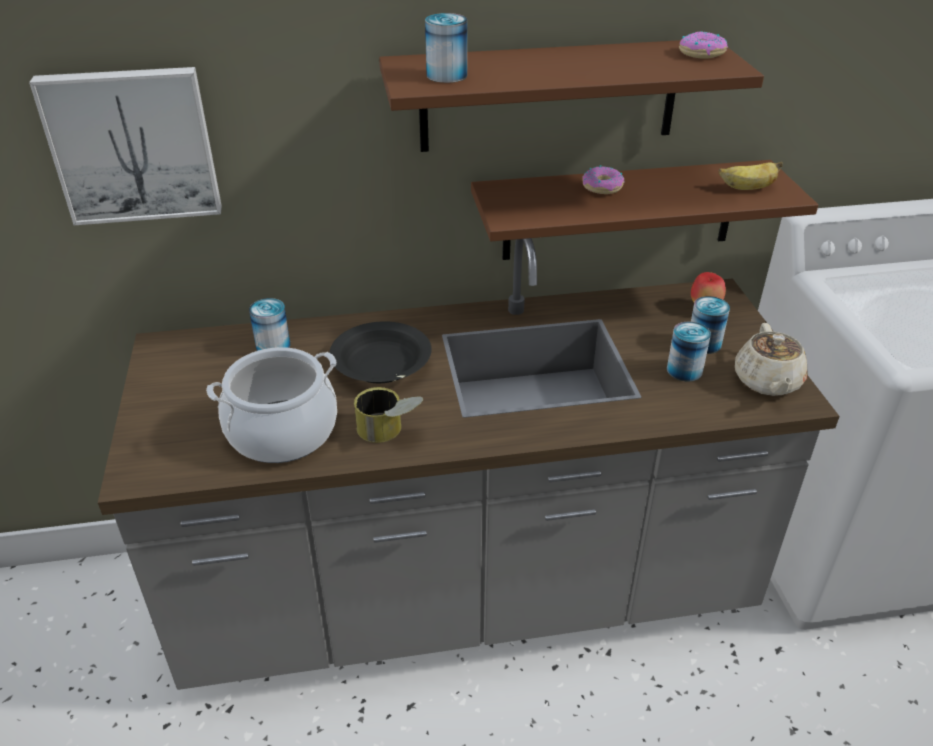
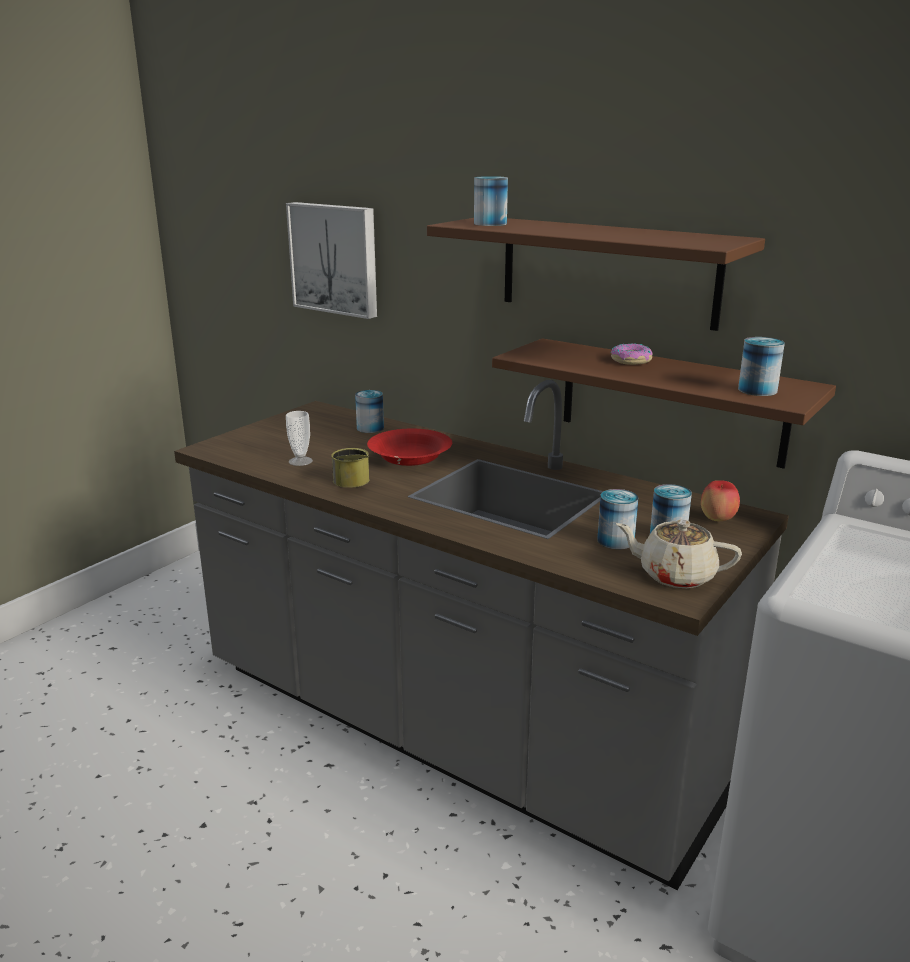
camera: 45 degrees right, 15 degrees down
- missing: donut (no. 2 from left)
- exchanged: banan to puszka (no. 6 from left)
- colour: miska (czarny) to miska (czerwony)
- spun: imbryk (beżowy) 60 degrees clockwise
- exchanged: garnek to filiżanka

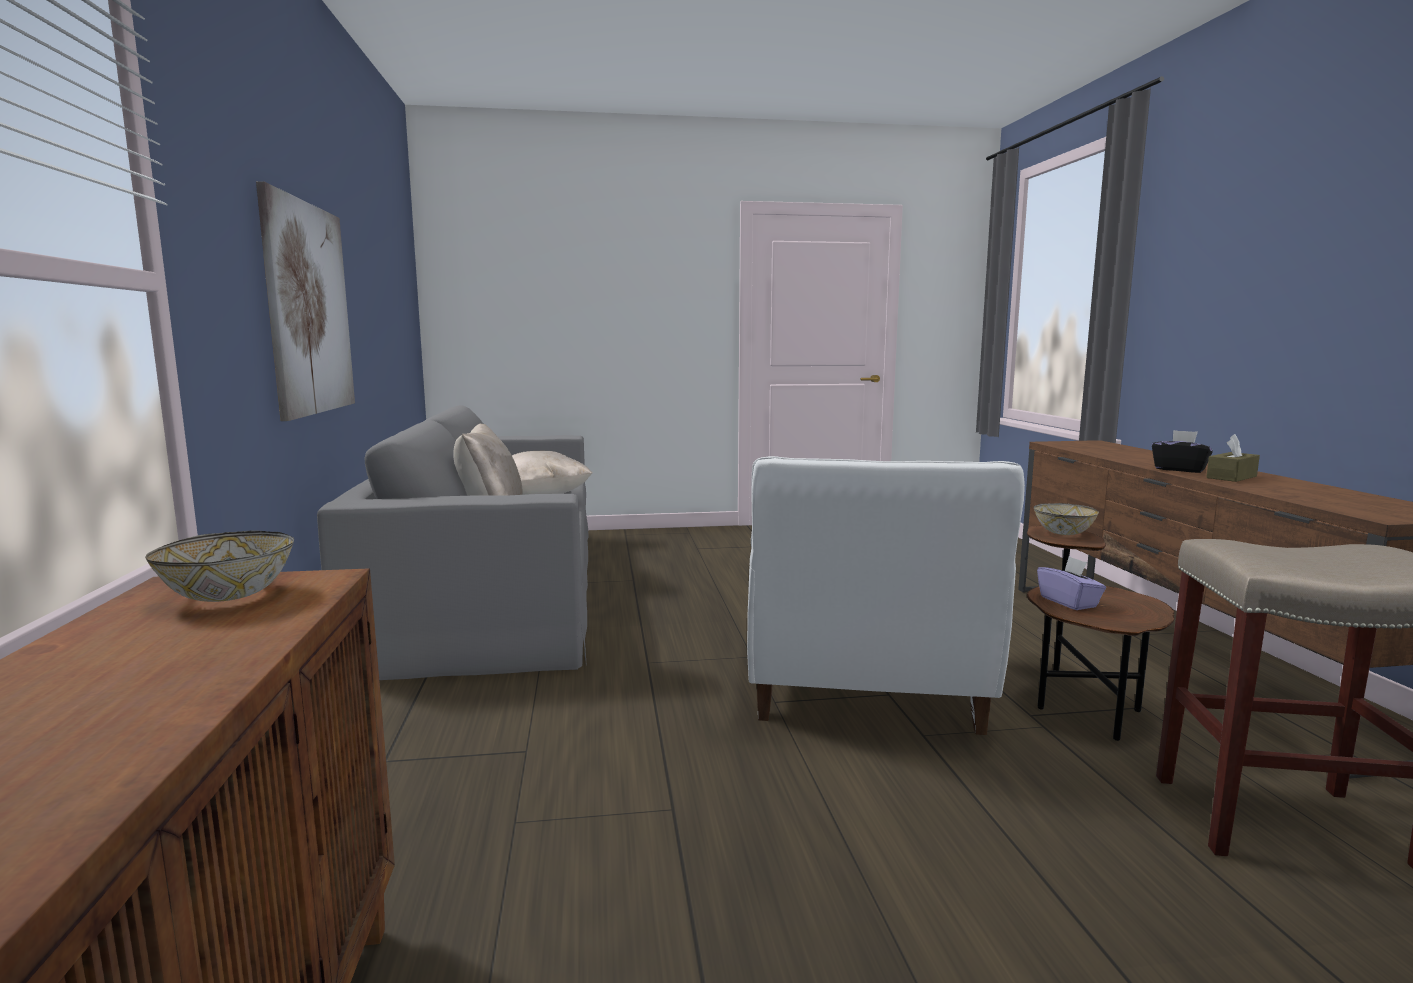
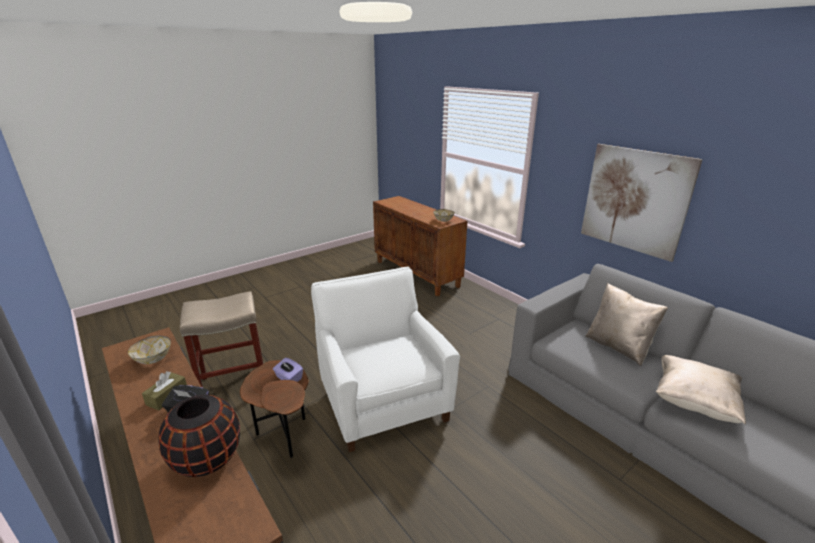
camera: 150 degrees right, 15 degrees up
- relocated: miska (no. 2 from left in the first image) to miska (no. 1 from left)
- appeared: wazon (czarny)

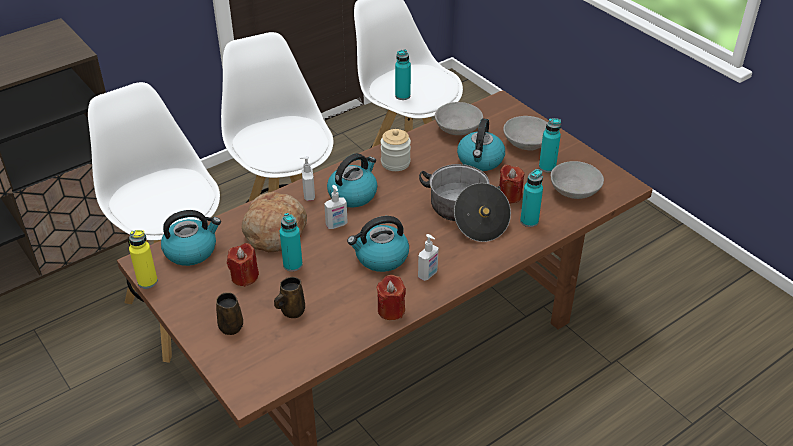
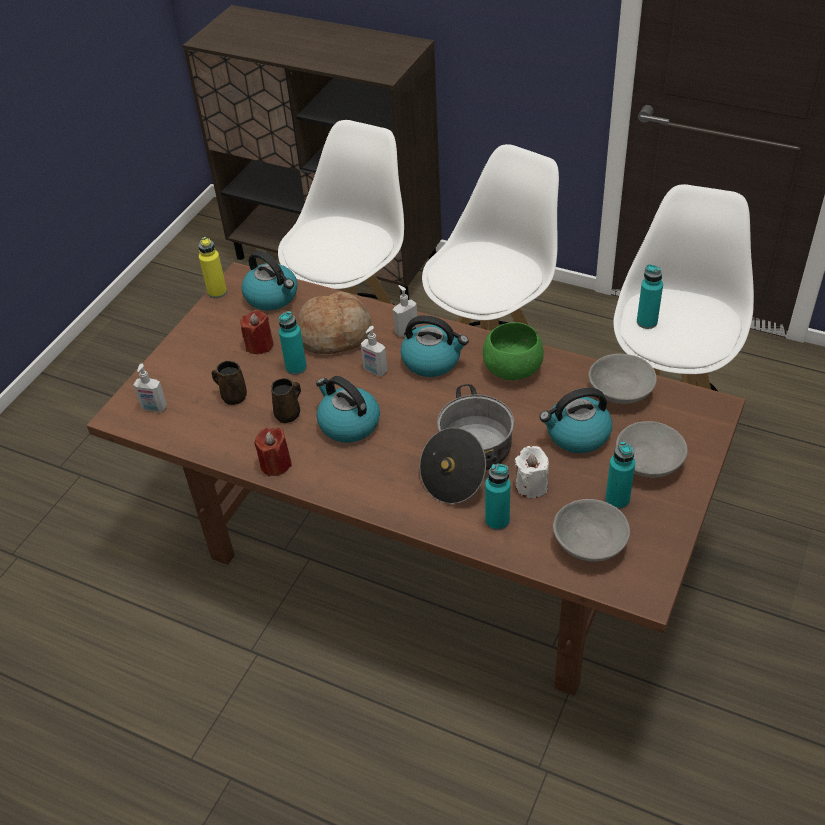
camera: 65 degrees right, 5 degrees up
- exchanged: słoik to miska (zielony)
- colour: świeca (czerwony) (no. 3 from left) to świeca (biały)
- relocated: dozownik mydła (no. 3 from left in the first image) to dozownik mydła (no. 1 from left)
- relocated: kubek (brązowy) (no. 1 from left in the first image) to kubek (brązowy) (no. 2 from left)

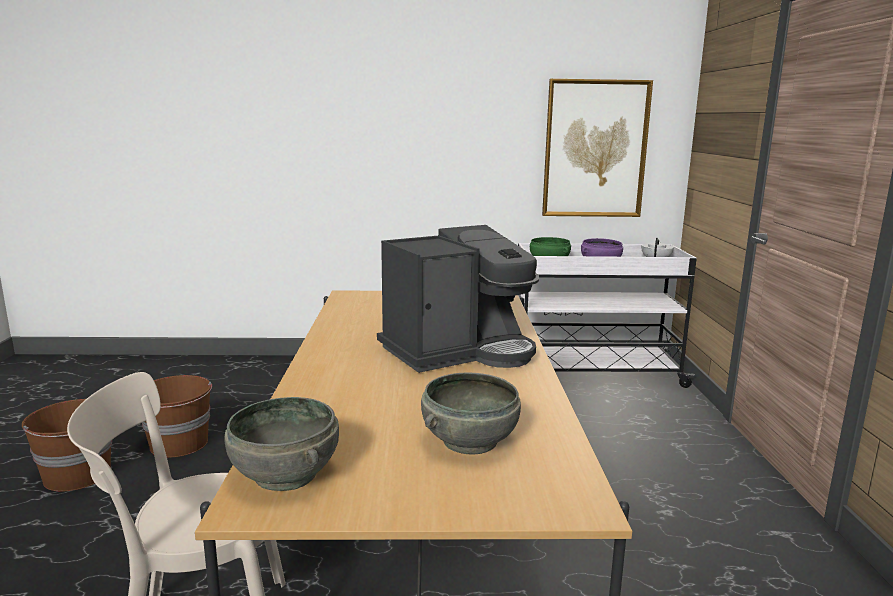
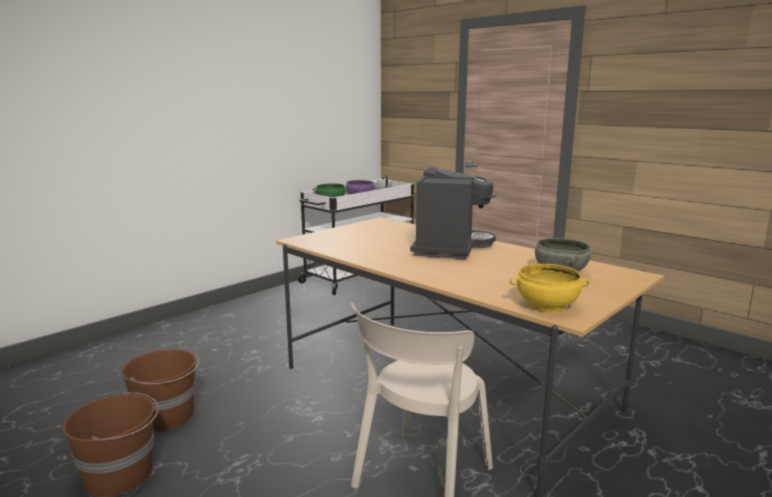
camera: 45 degrees left, 0 degrees up
- missing: obraz
- colour: miska (szary) (no. 1 from left) to miska (żółty)

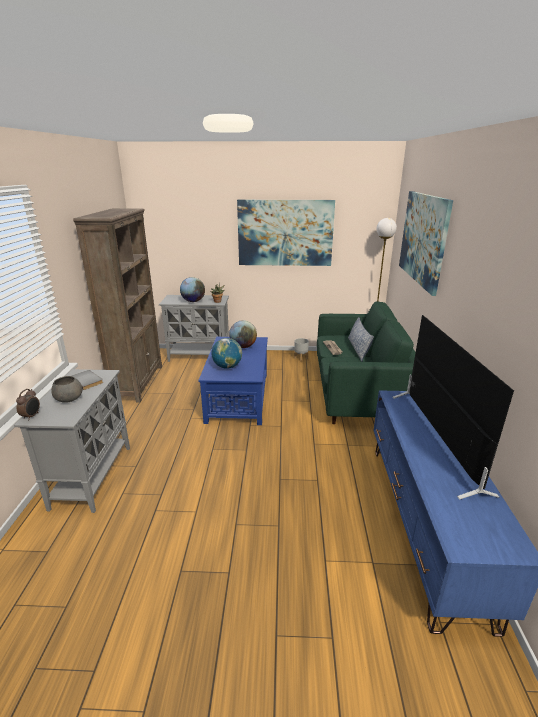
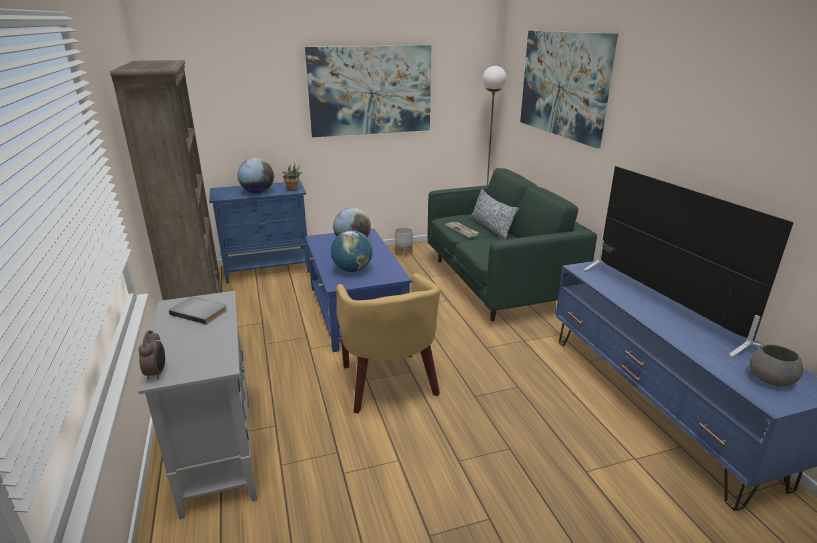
camera: 20 degrees left, 0 degrees up
- colour: szafka (szary) (no. 2 from left) to szafka (niebieski)
- relocated: miska (szary)
- appeared: fotel (żółty)

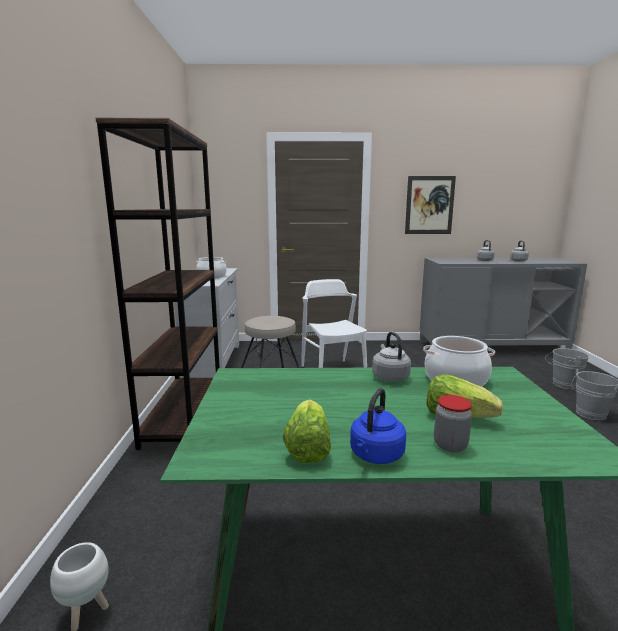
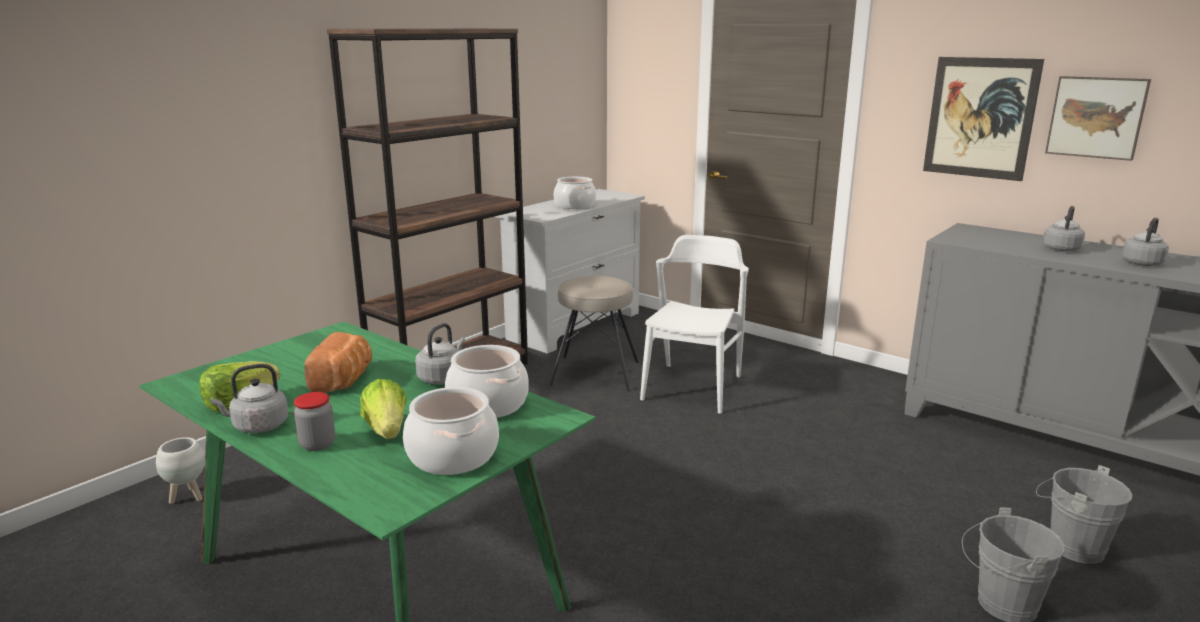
camera: 40 degrees right, 5 degrees up
- colour: czajnik (niebieski) to czajnik (szary) (no. 1 from left)
- appeared: obraz (no. 2 from left)
- appeared: chleb
- appeared: garnek (no. 1 from left)

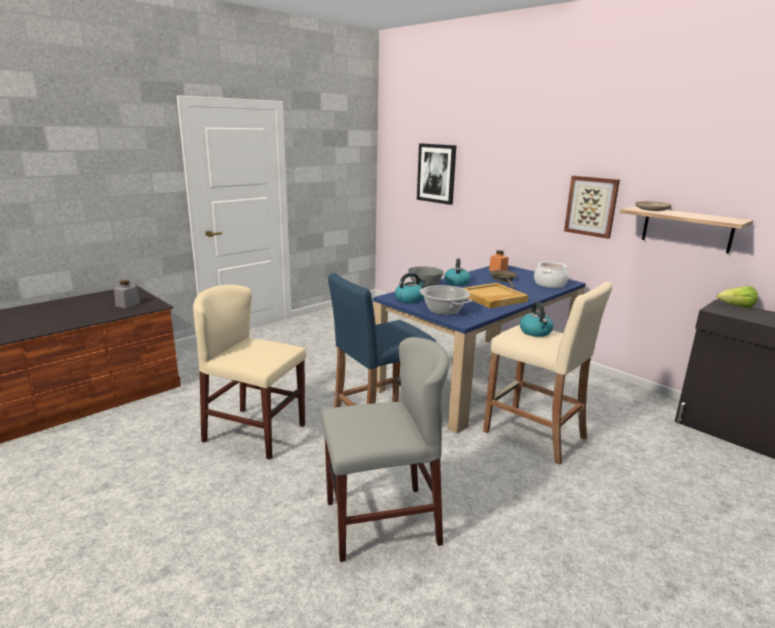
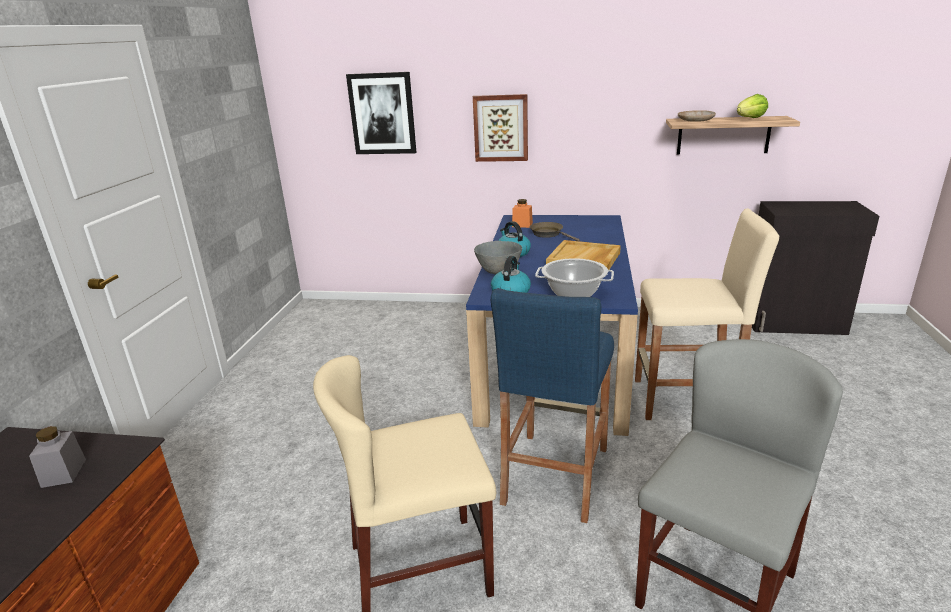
camera: 35 degrees left, 5 degrees up
- relocated: obraz (no. 2 from left)
- missing: garnek (no. 2 from left)
- relocated: sałata
- missing: czajnik (no. 3 from left)

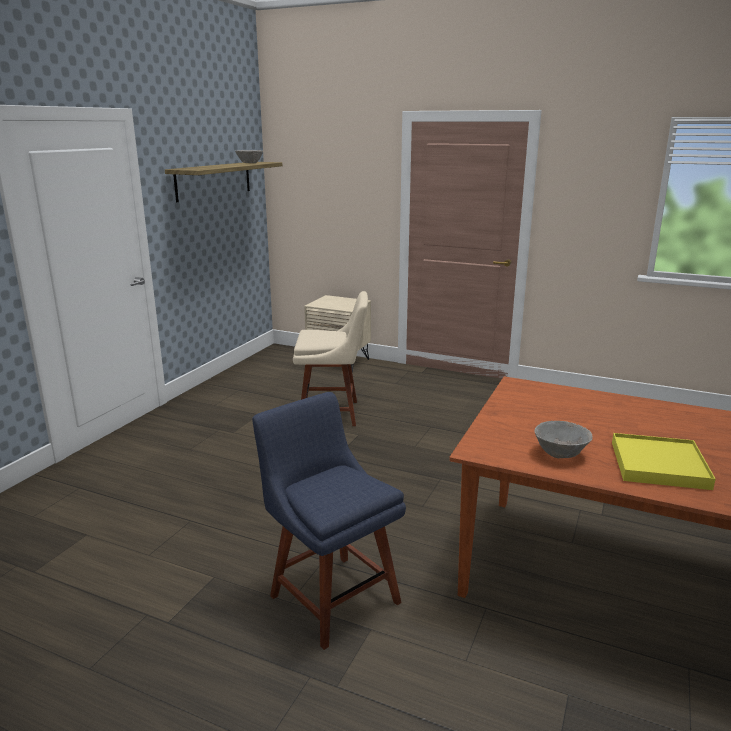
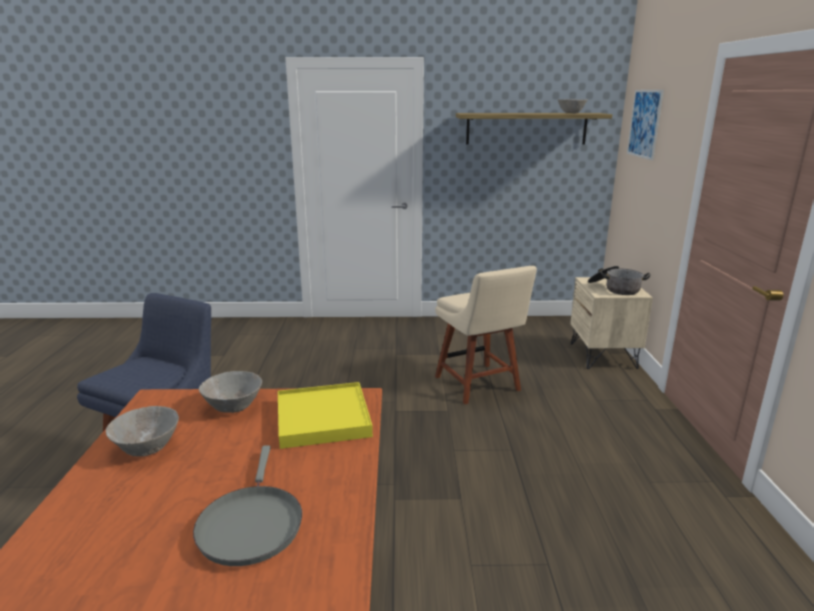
camera: 65 degrees right, 0 degrees up
- relocated: taca (żółty)
- appeared: obraz
- appeared: garnek
- appeared: miska (szary) (no. 2 from left)
- appeared: patelnia (szary)

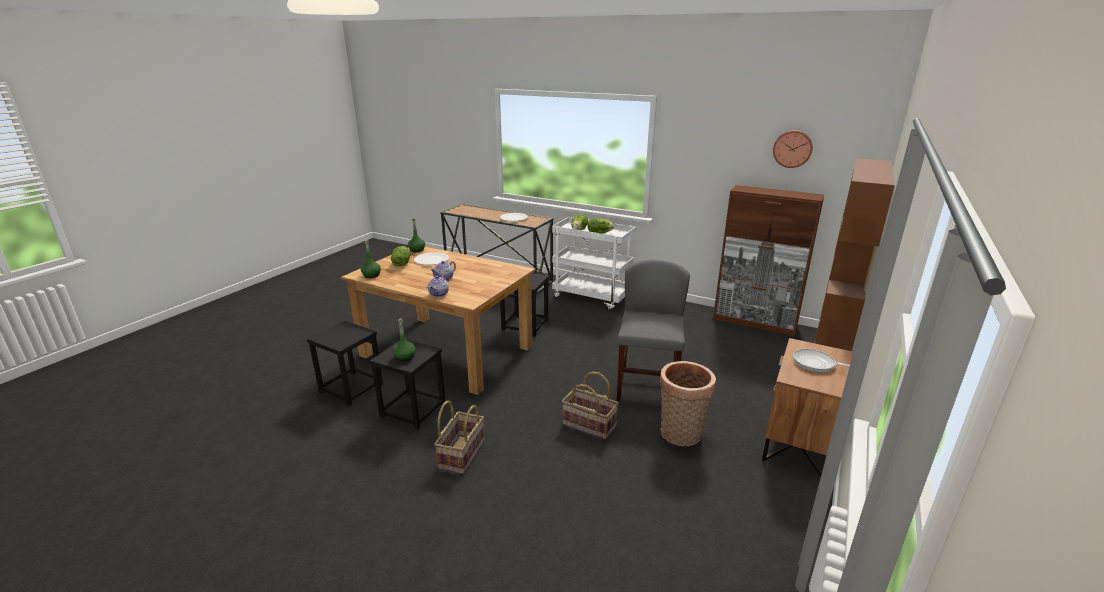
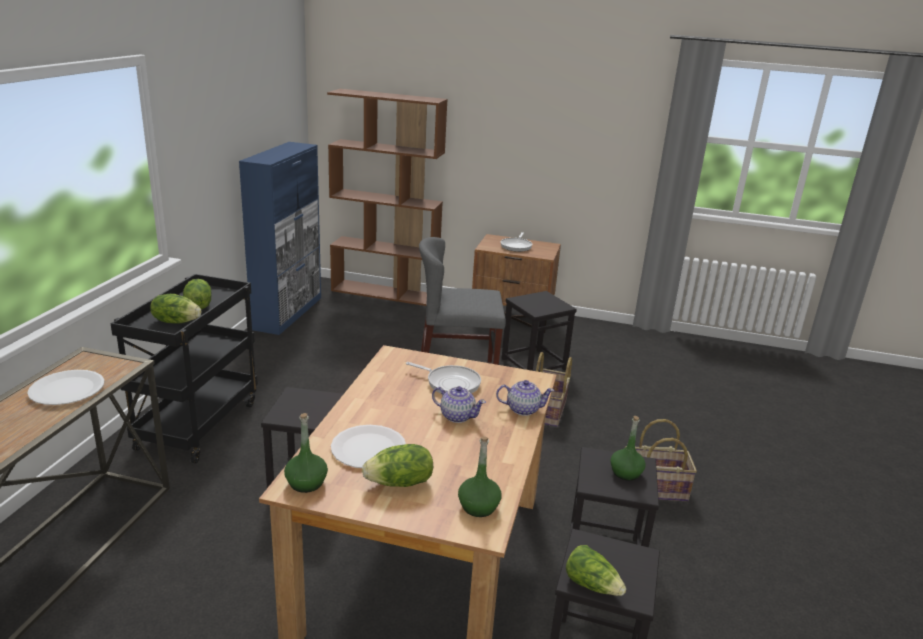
camera: 105 degrees left, 0 degrees up
- missing: zegar ścienny
- colour: szafka (brązowy) to szafka (niebieski)
- colour: wózek (biały) to wózek (czarny)
- exchanged: koszyk (no. 3 from left) to stołek (czarny) (no. 2 from left)
- appeared: patelnia (no. 1 from left)
- appeared: sałata (no. 4 from left)

